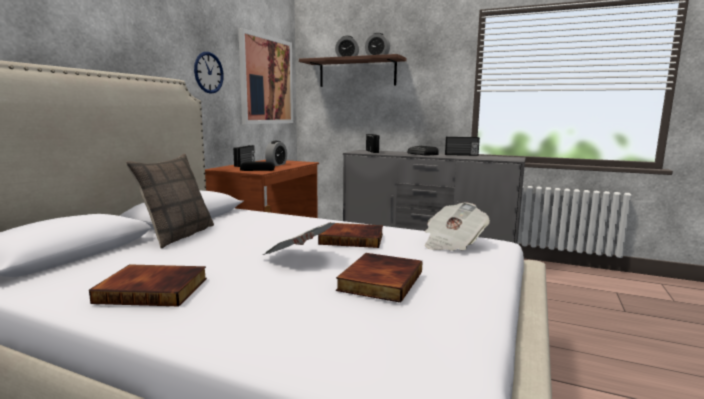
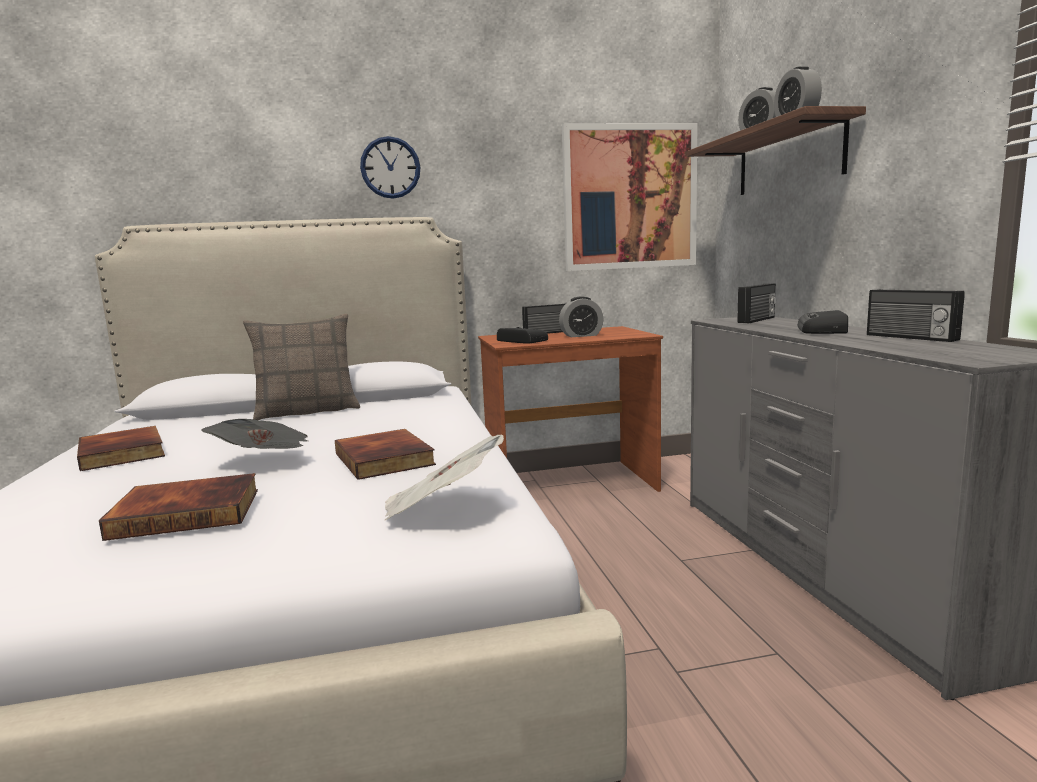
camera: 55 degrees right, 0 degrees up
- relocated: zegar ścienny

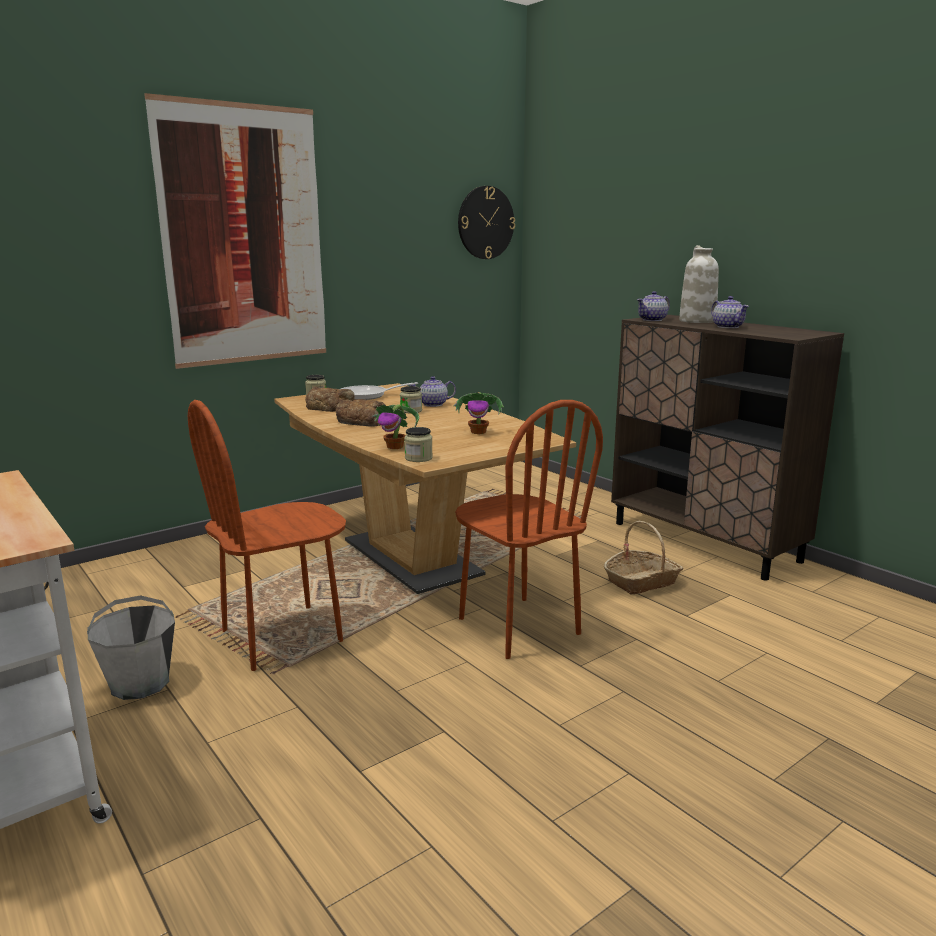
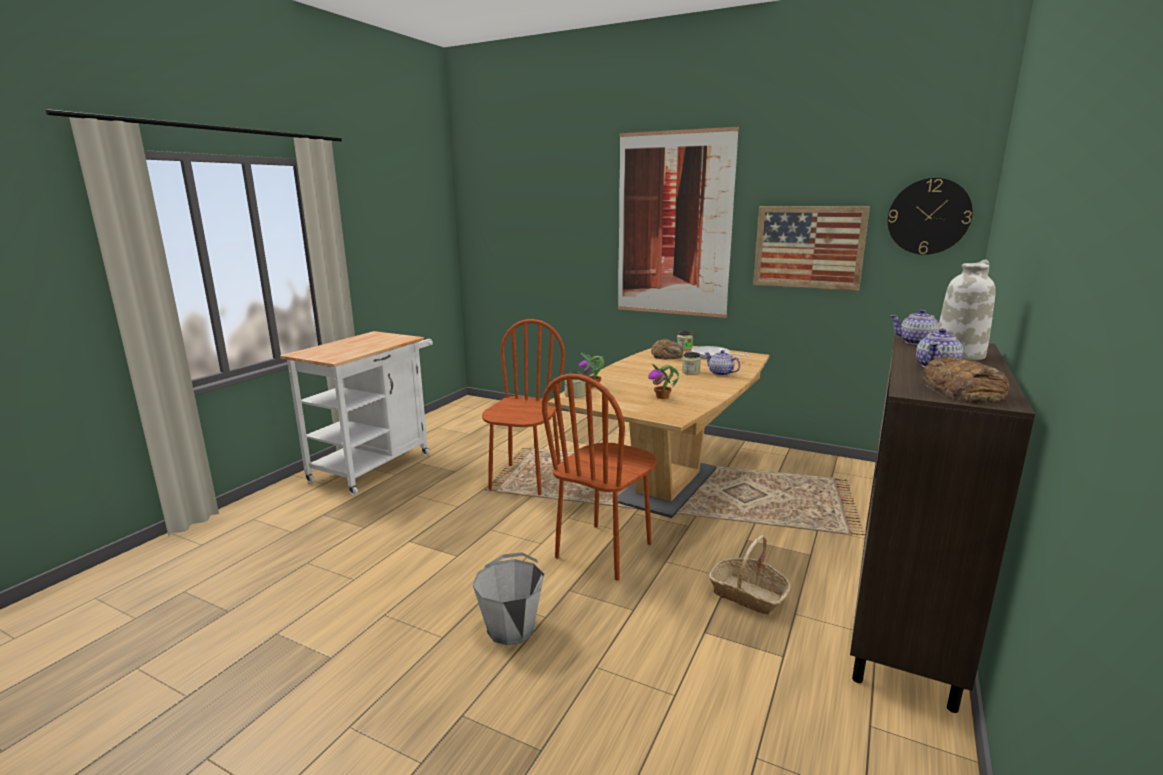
camera: 65 degrees right, 0 degrees up
- relocated: chleb (no. 2 from left)
- spun: krzesło (brązowy) (no. 1 from left) 75 degrees clockwise
- relocated: wiadro (szary)
- appeared: obraz (no. 2 from left)

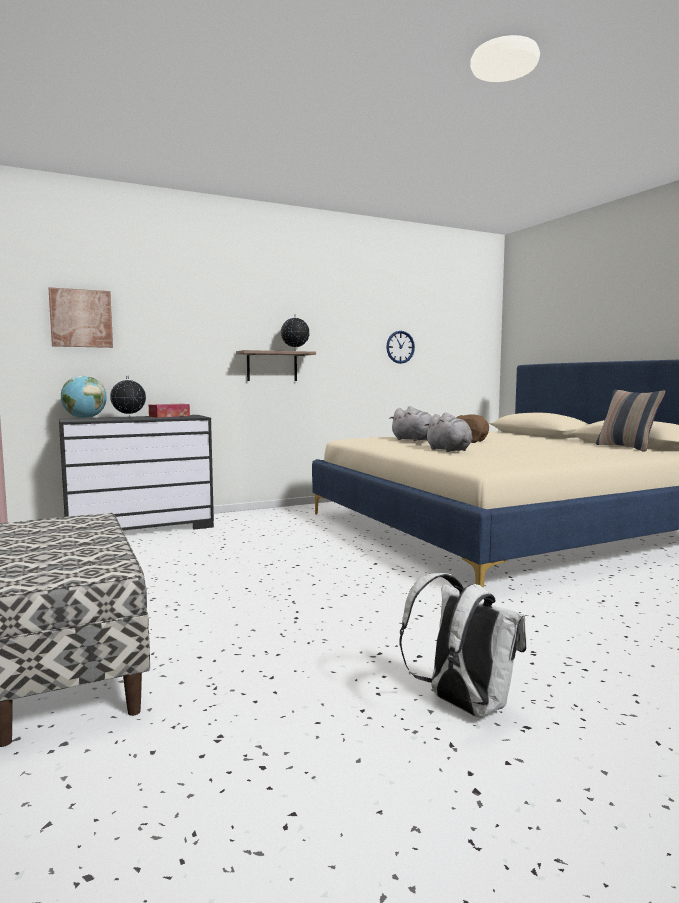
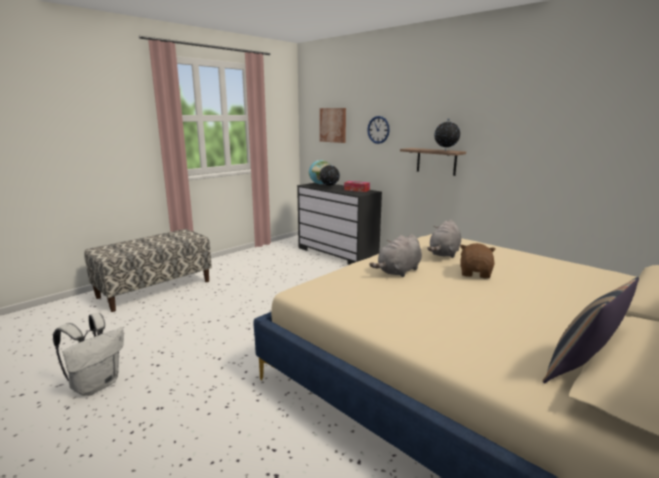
camera: 70 degrees right, 10 degrees up
- relocated: zegar ścienny

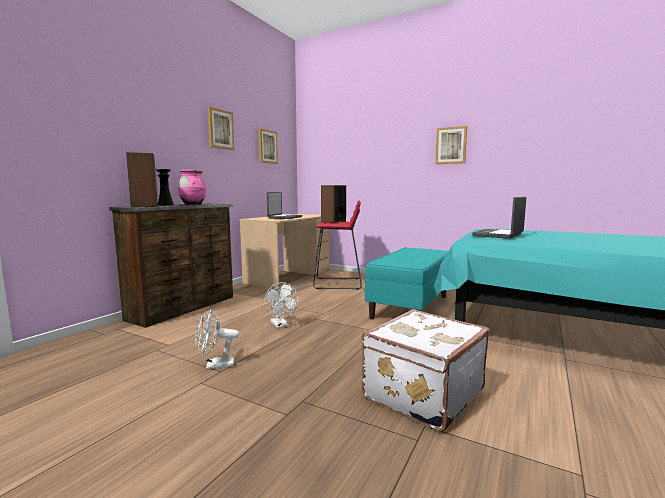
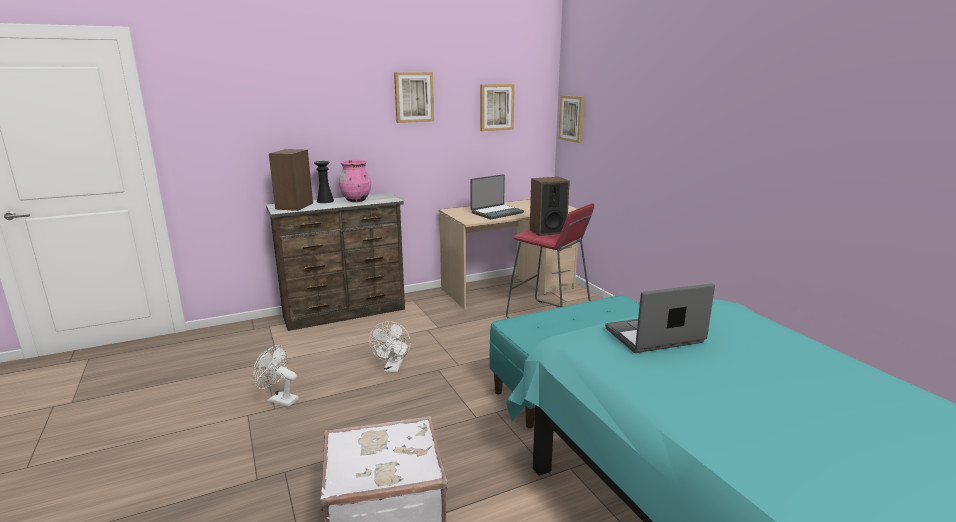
camera: 35 degrees right, 10 degrees up
- relocated: obraz (no. 3 from left)

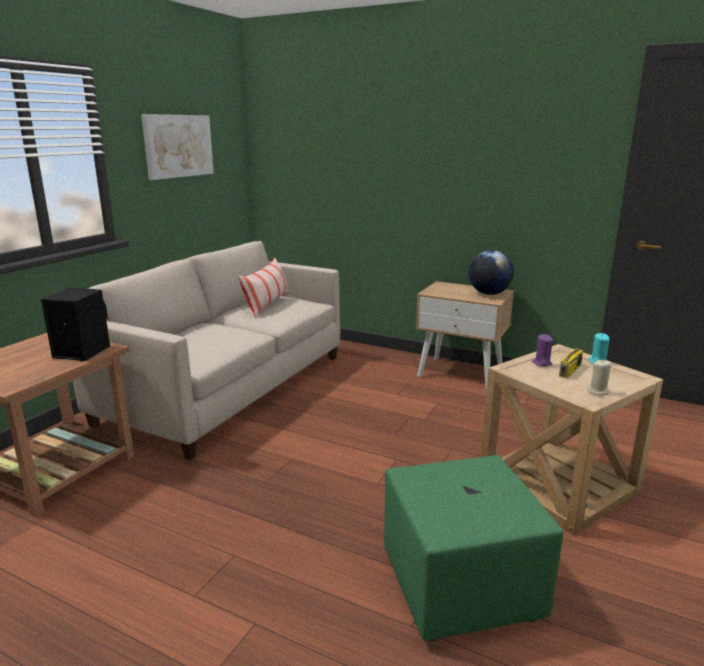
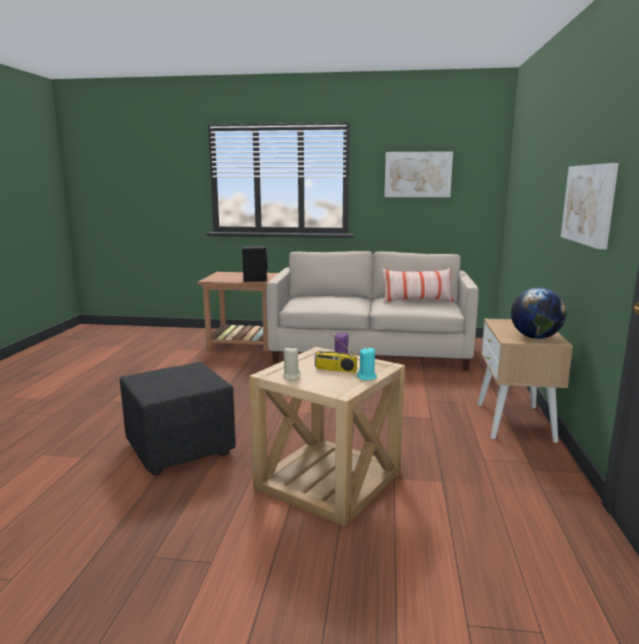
camera: 70 degrees right, 5 degrees down
- colour: pufa (zielony) to pufa (czarny)
- appeared: obraz (no. 2 from left)

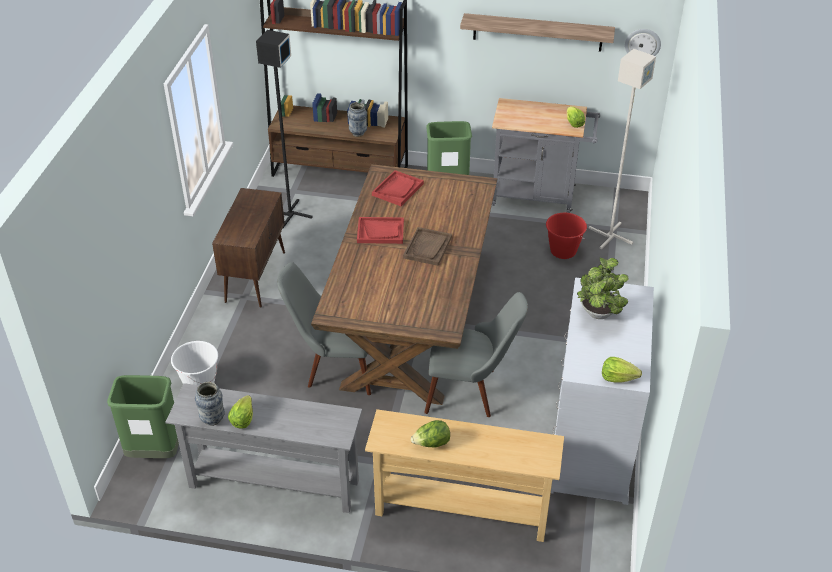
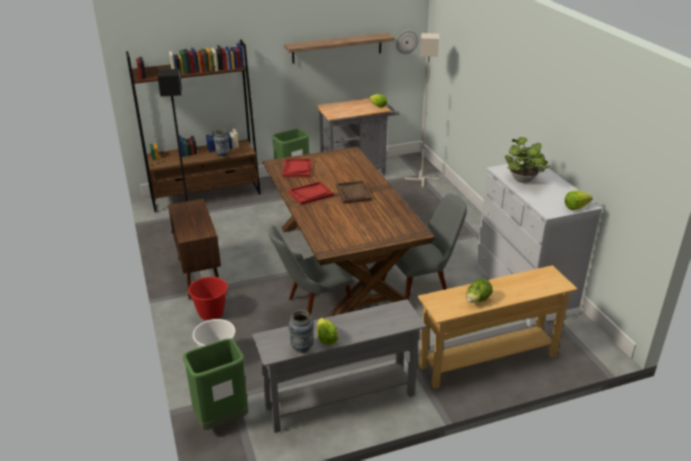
camera: 30 degrees left, 10 degrees down
- relocated: wiadro (czerwony)

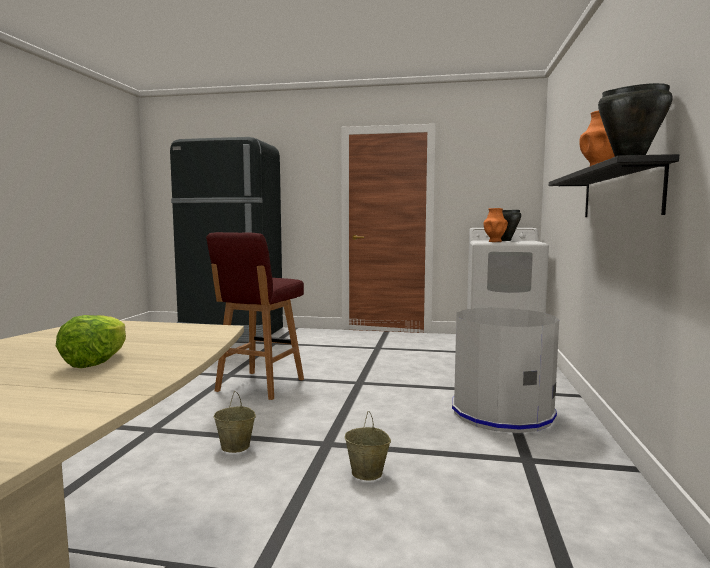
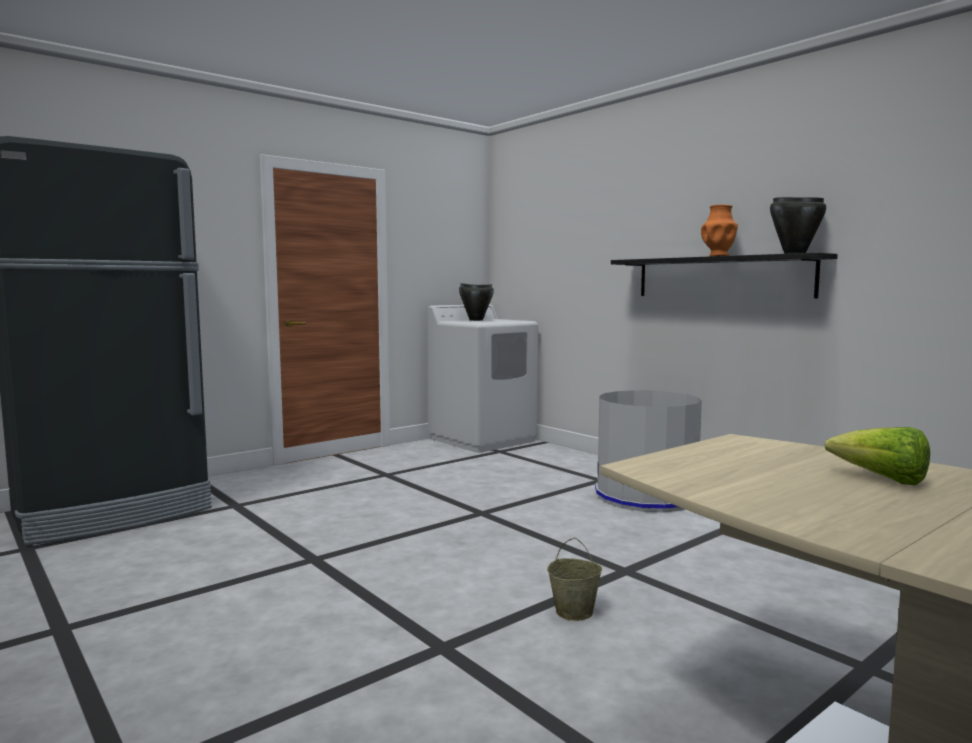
camera: 50 degrees left, 0 degrees up
- missing: wazon (pomarańczowy) (no. 1 from left)
- missing: stołek (czerwony)
- missing: wiadro (beżowy) (no. 2 from left)

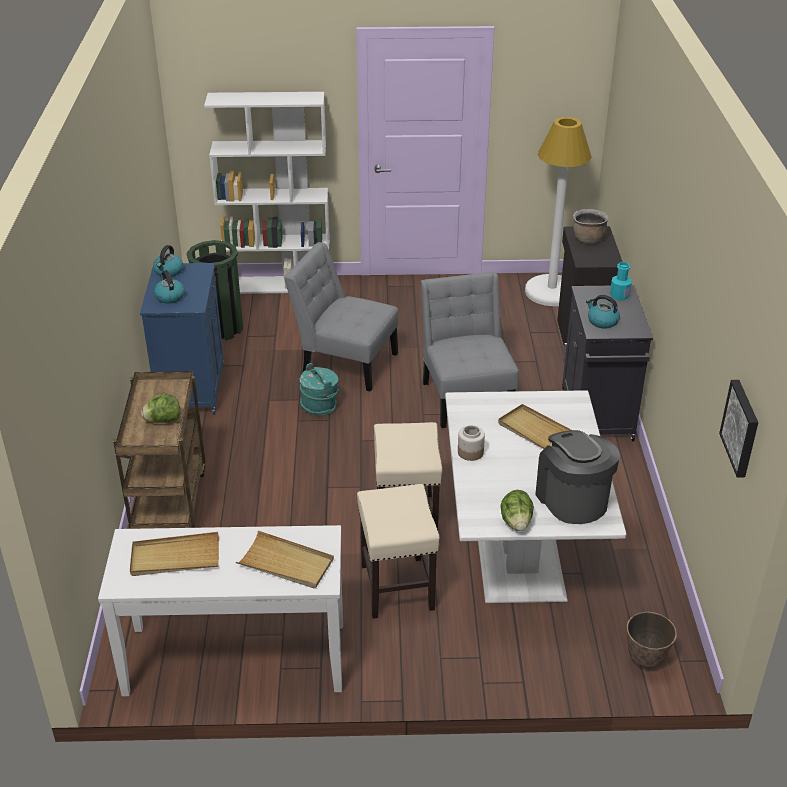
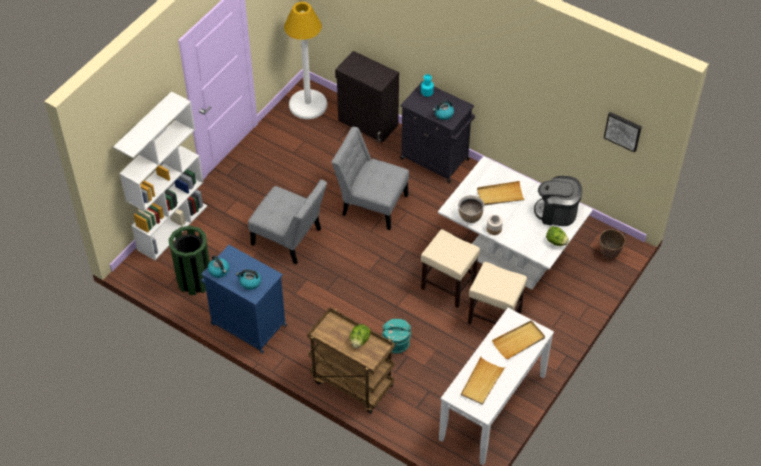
camera: 55 degrees left, 15 degrees up
- relocated: garnek (brązowy)
- spun: krzesło (szary) (no. 1 from left) 120 degrees counterclockwise
- relocated: wiadro (turkusowy)

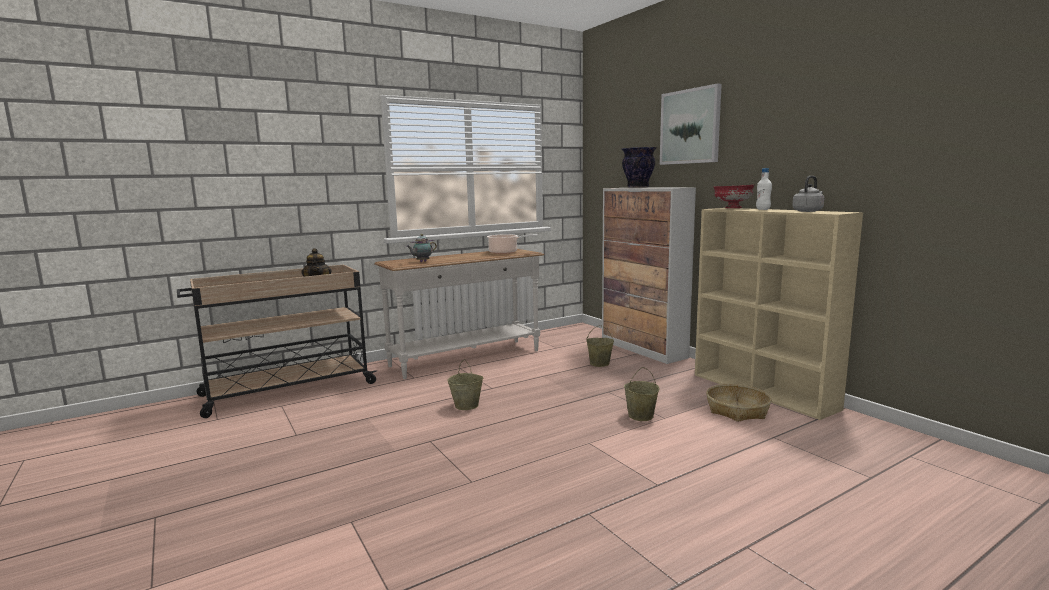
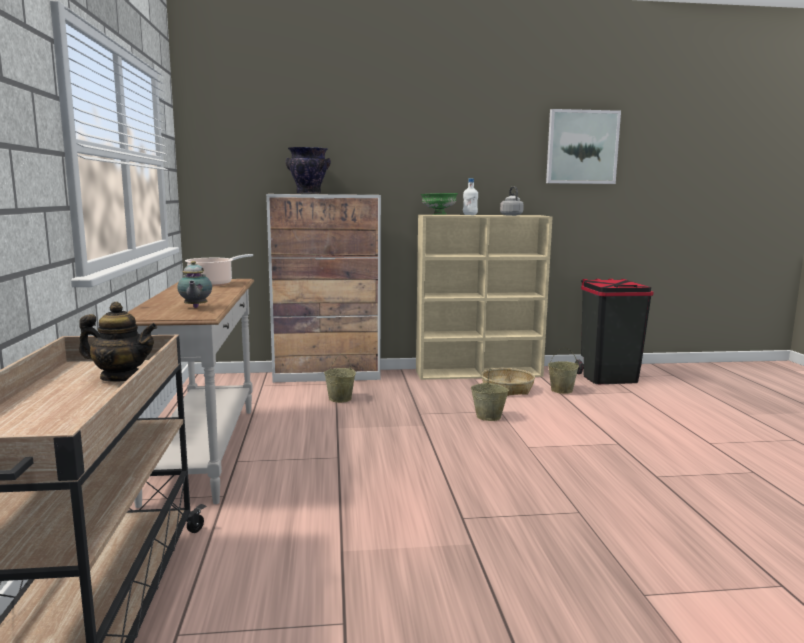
camera: 65 degrees left, 0 degrees up
- relocated: obraz
- colour: miska (czerwony) to miska (zielony)
- relocated: wiadro (beżowy) (no. 1 from left in the first image) to wiadro (beżowy) (no. 3 from left)
- appeared: kosz na śmieci (czarny)

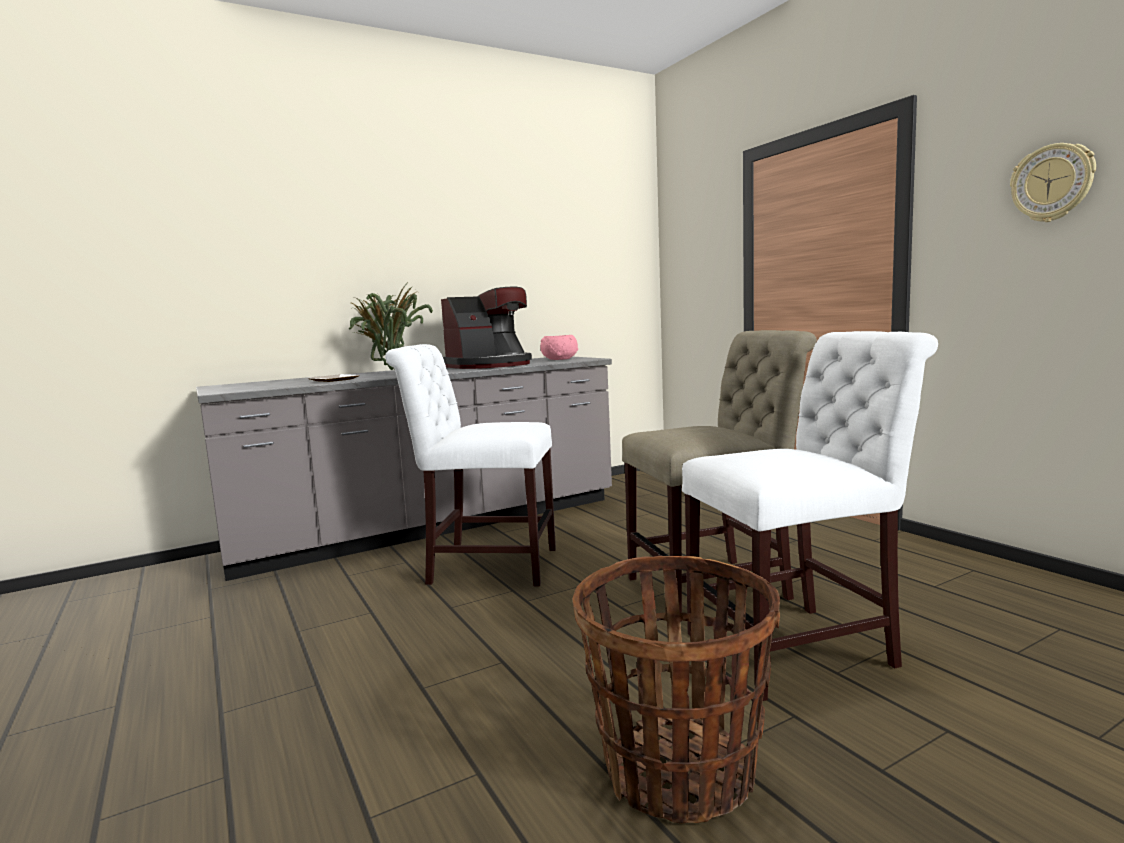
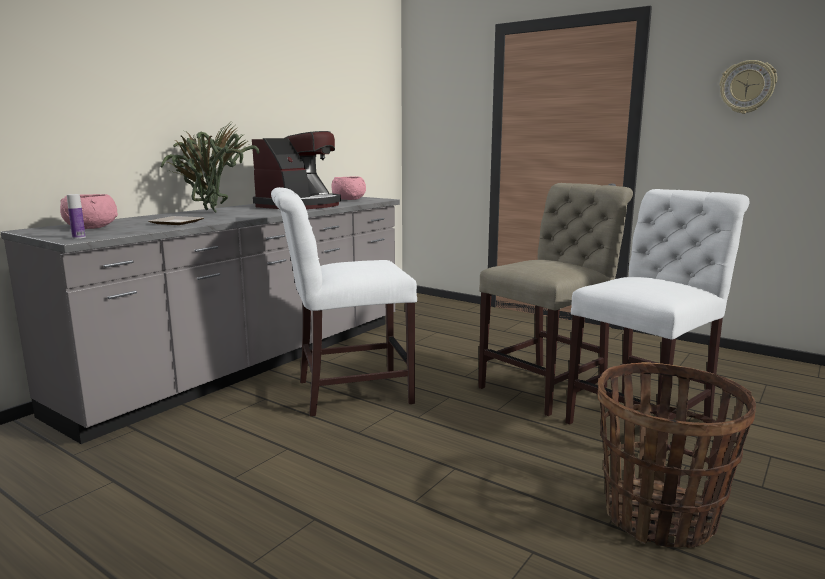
camera: 25 degrees left, 5 degrees up
- appeared: miska (różowy) (no. 1 from left)
- appeared: butelka

